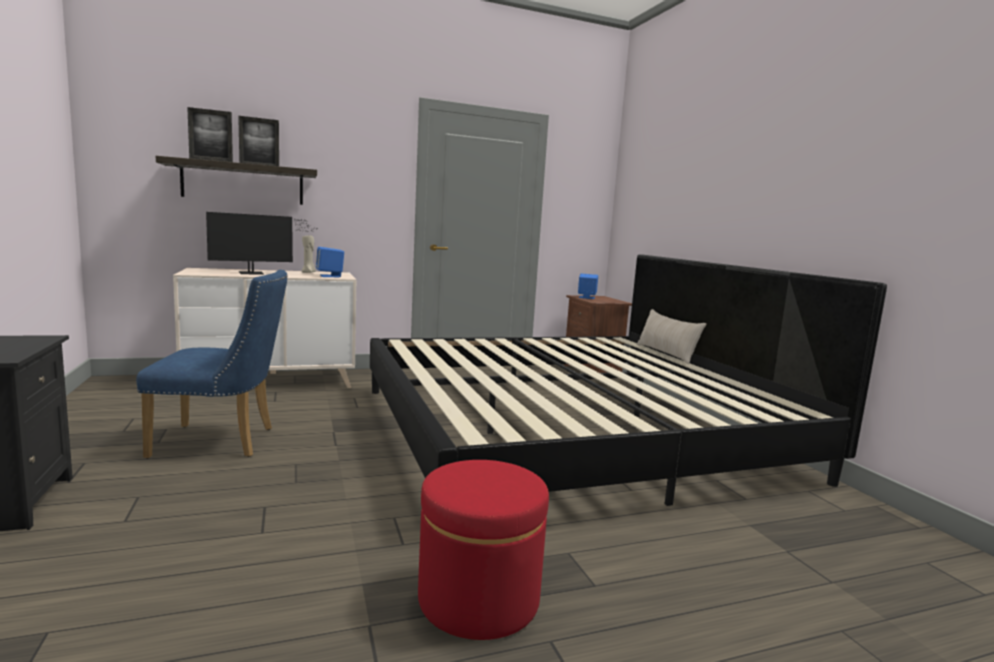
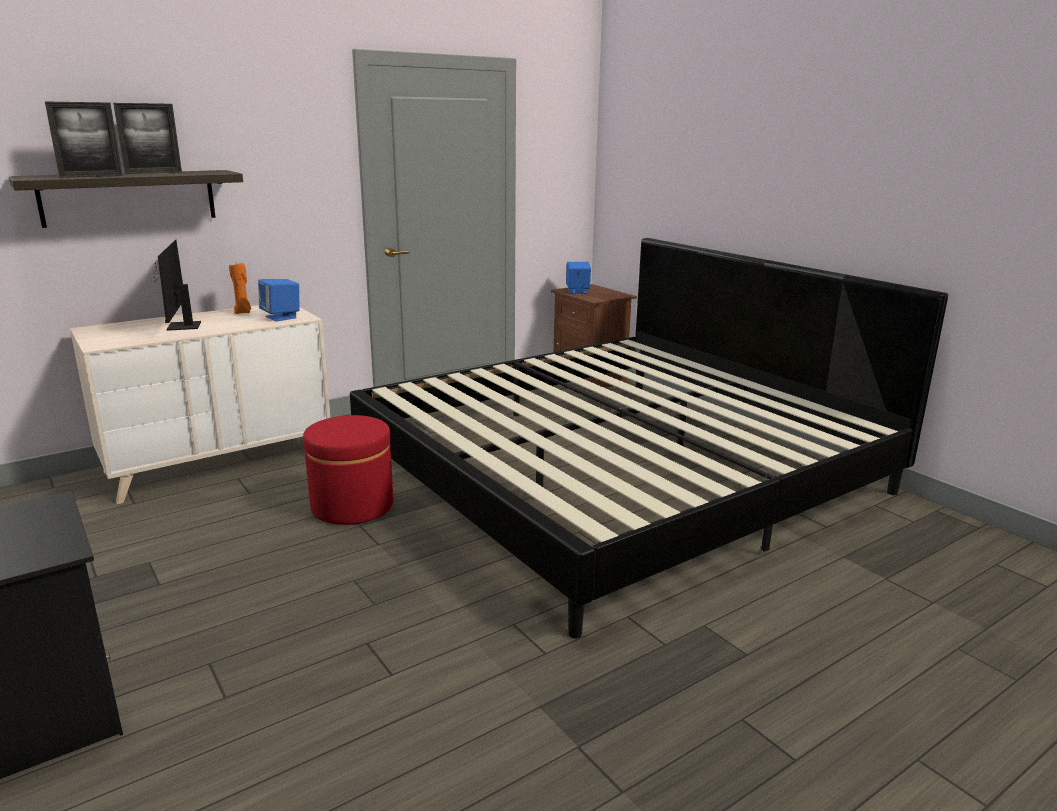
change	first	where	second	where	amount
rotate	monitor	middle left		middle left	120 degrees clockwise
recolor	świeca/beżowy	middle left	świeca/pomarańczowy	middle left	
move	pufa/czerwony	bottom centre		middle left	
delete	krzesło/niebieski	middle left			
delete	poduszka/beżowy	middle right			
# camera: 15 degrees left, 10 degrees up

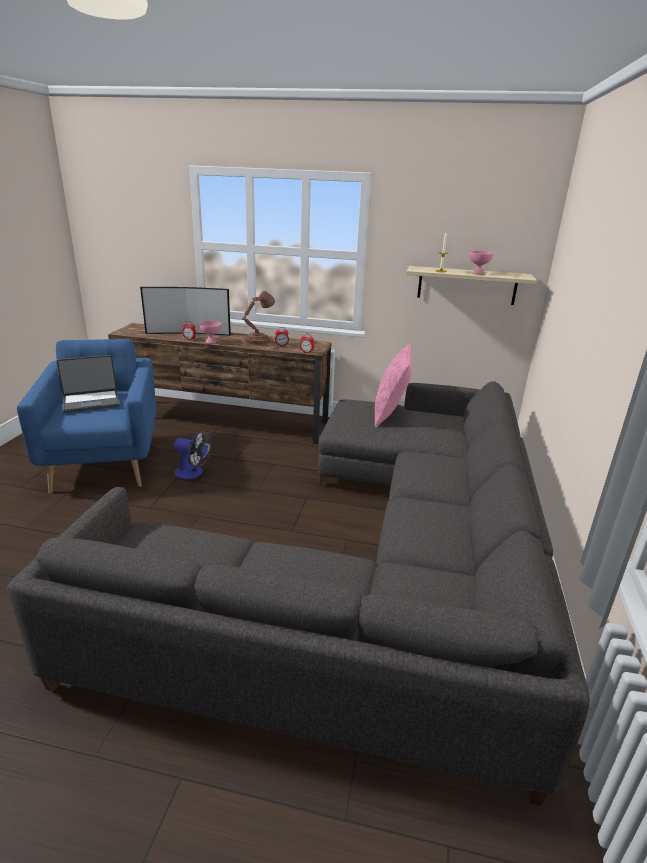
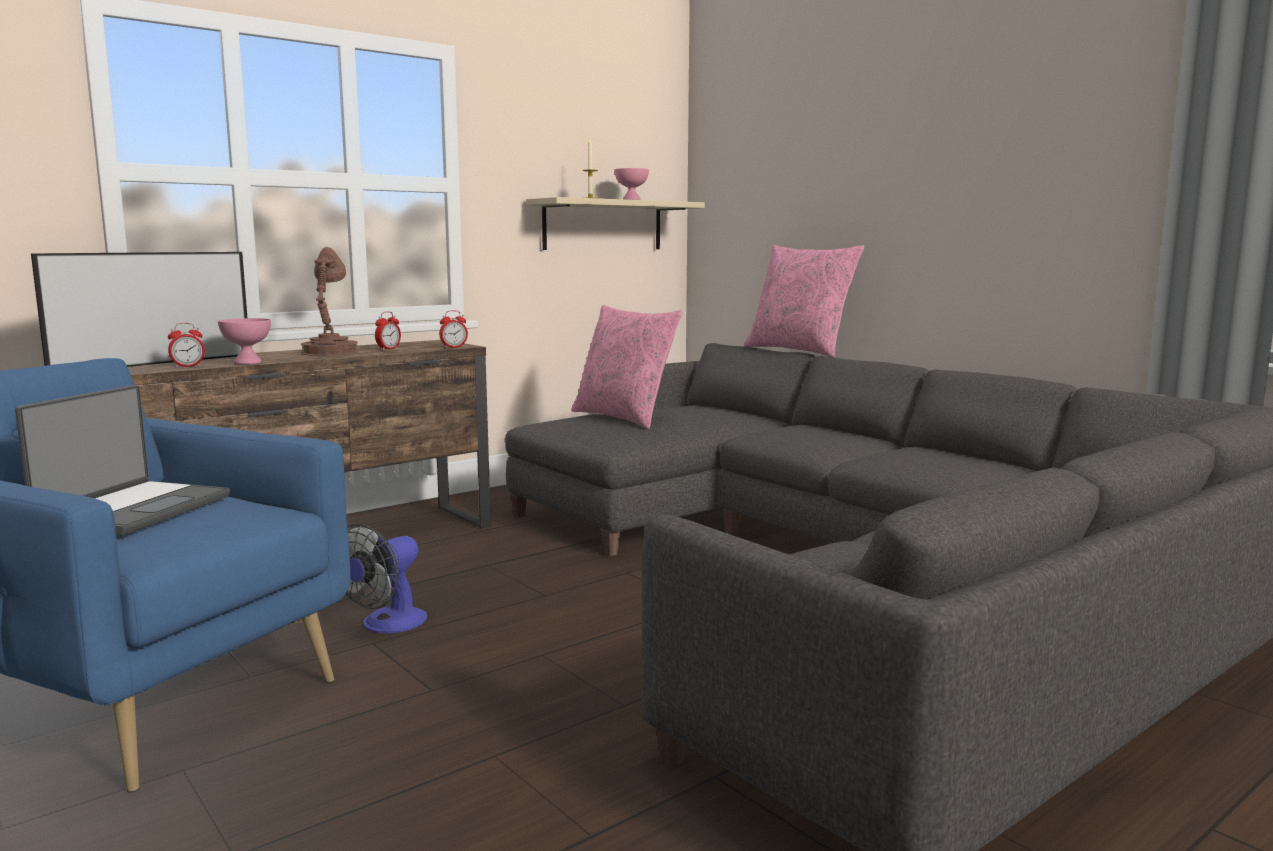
change	first	where	second	where	amount
rotate	wentylator	middle left		bottom left	150 degrees clockwise
insert			poduszka/różowy (2nd from left)	centre	
# camera: 50 degrees left, 15 degrees down

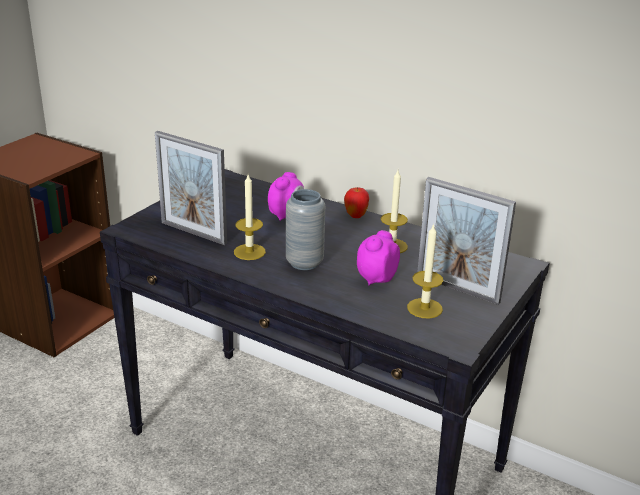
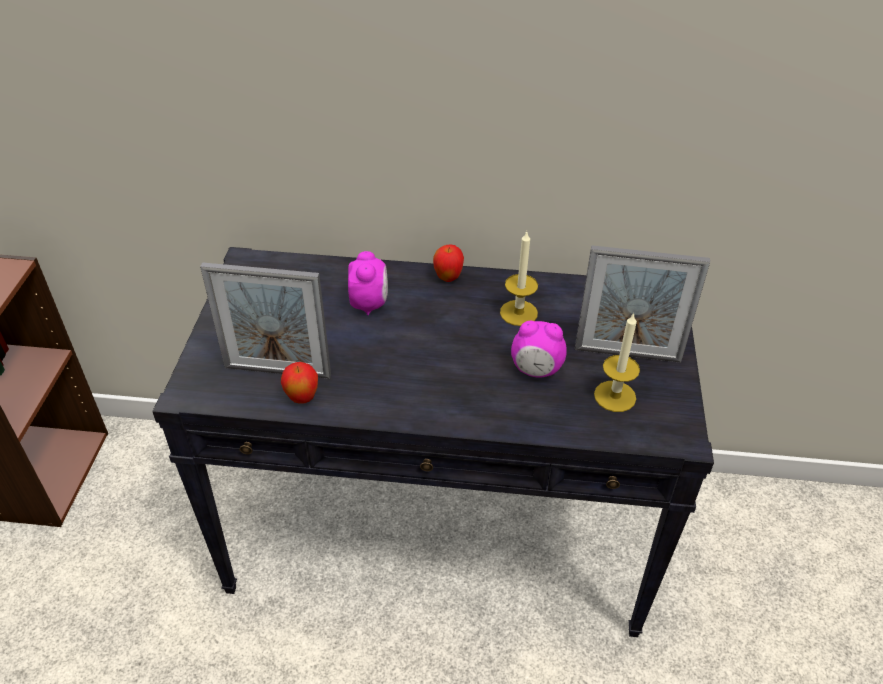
change	first	where	second	where	amount
insert			jabłko (1st from left)	centre	
rotate	budzik (2nd from left)	centre		centre	90 degrees counterclockwise
delete	świeca (1st from left)	centre			
delete	wazon/szary	centre			
# camera: 25 degrees left, 15 degrees up

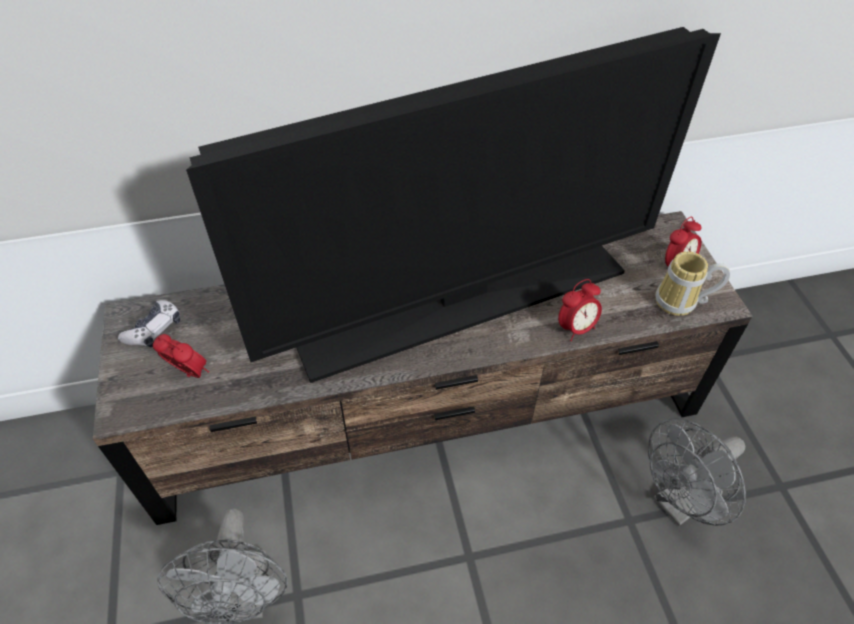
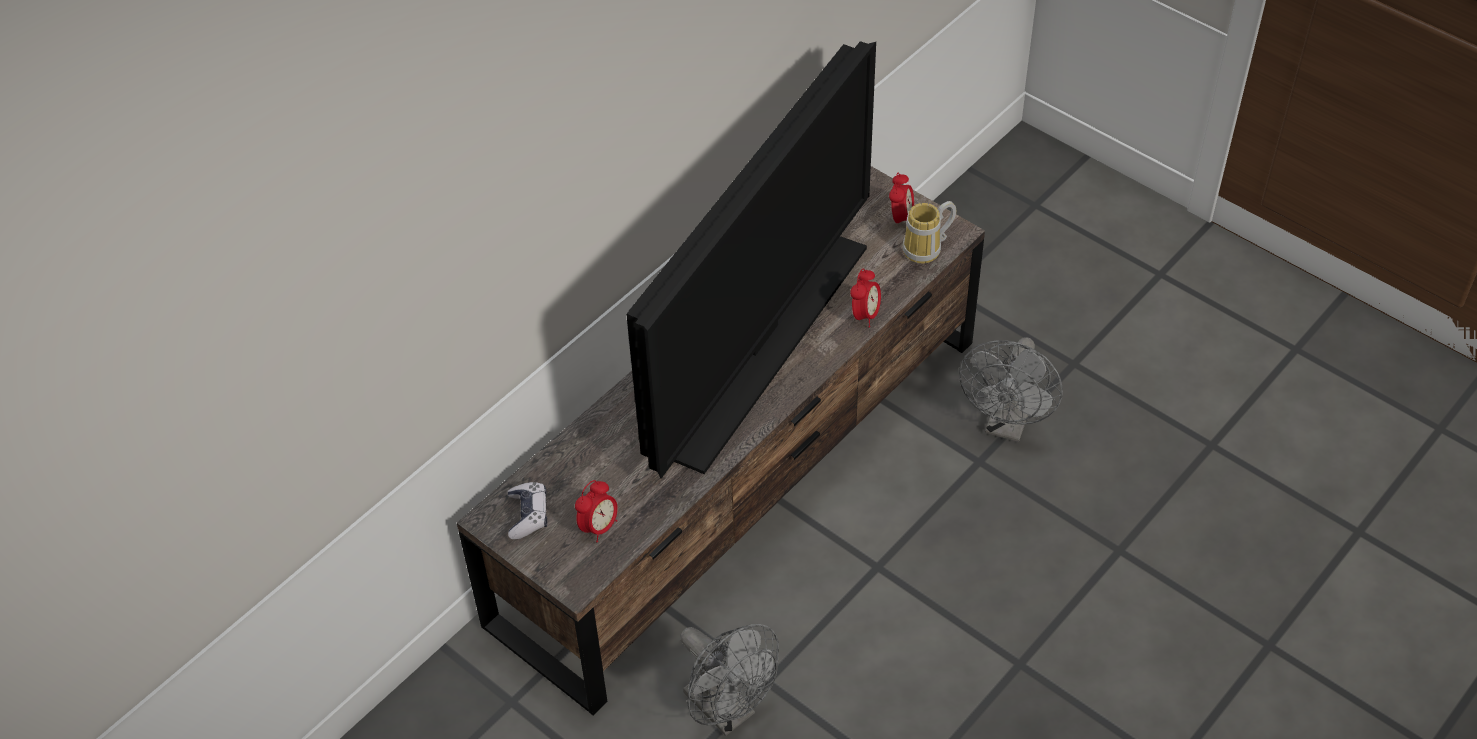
change	first	where	second	where	amount
rotate	budzik (1st from left)	middle left		bottom centre	135 degrees clockwise
# camera: 35 degrees left, 0 degrees up

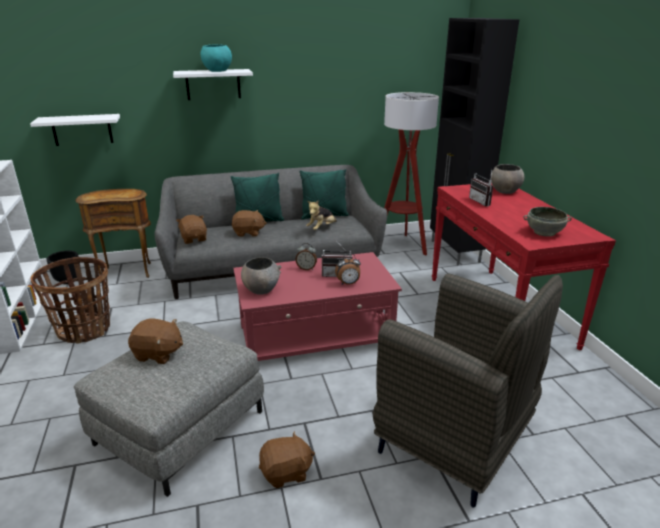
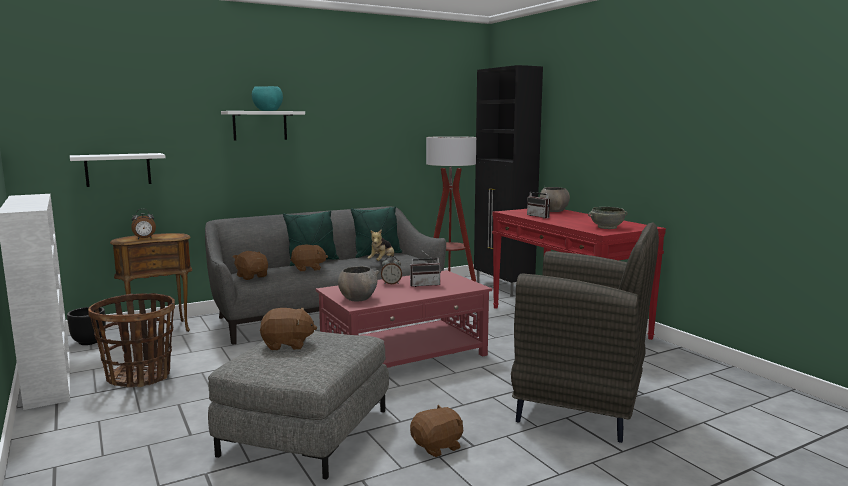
change	first	where	second	where	amount
move	budzik (2nd from left in the first image)	centre	budzik (1st from left)	middle left	
# camera: 15 degrees left, 15 degrees down

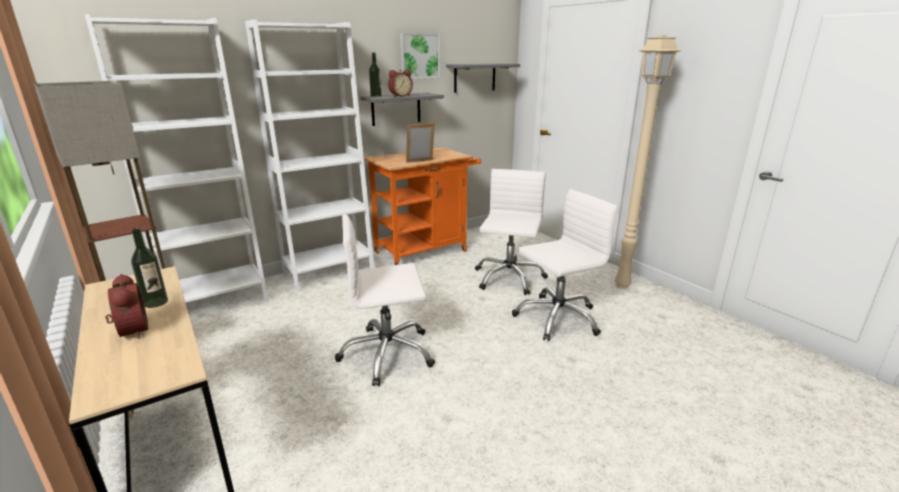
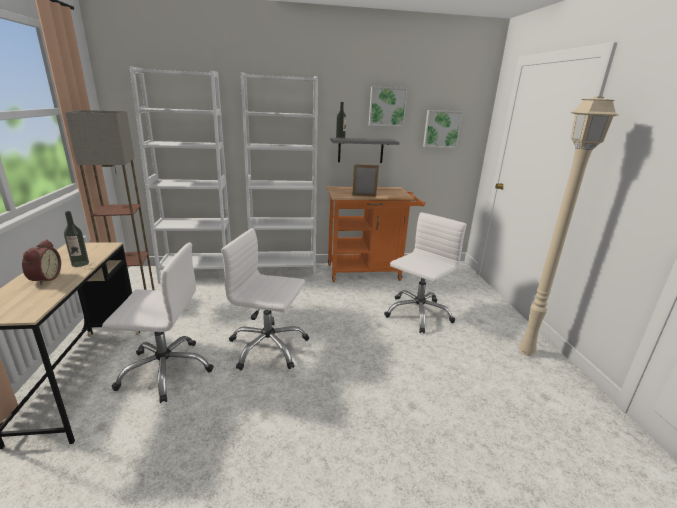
change	first	where	second	where	amount
move	krzesło biurowe/biały (3rd from left in the first image)	centre	krzesło biurowe/biały (1st from left)	middle left	
replace	półka/szary (2nd from left)	top centre	obraz (2nd from left)	top centre	
delete	budzik (2nd from left)	top centre			
# camera: 25 degrees right, 0 degrees up

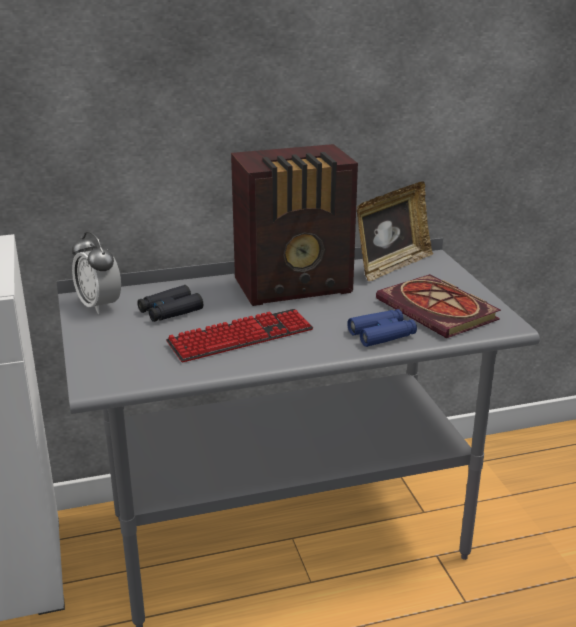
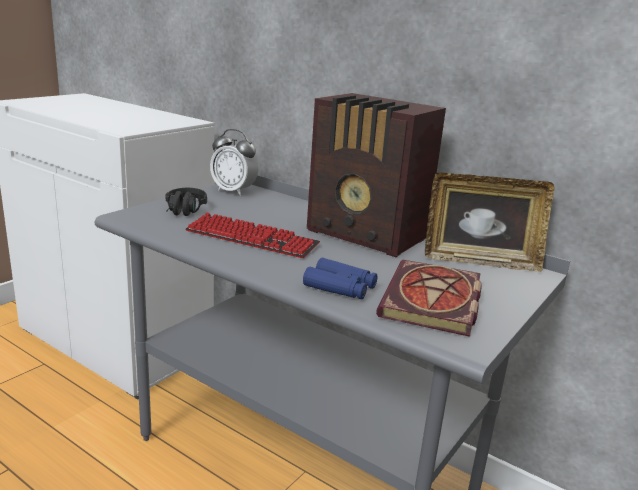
change	first	where	second	where	amount
insert			słuchawki/czarny	middle left	
rotate	budzik	middle left		top centre	75 degrees counterclockwise
delete	lornetka/czarny	middle left			
# camera: 50 degrees right, 5 degrees down

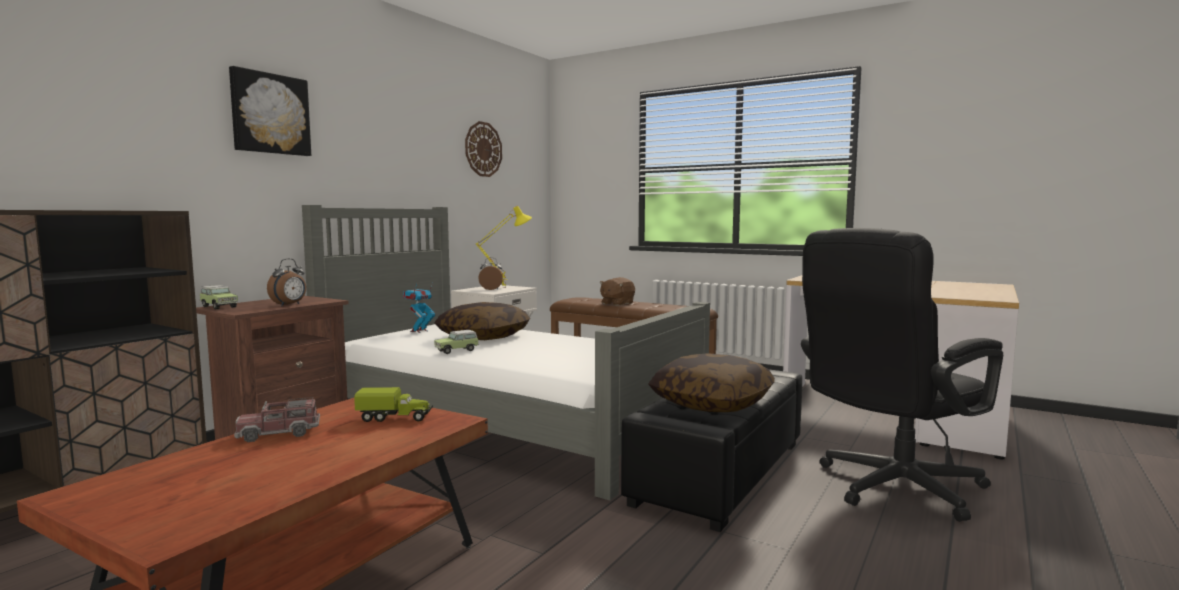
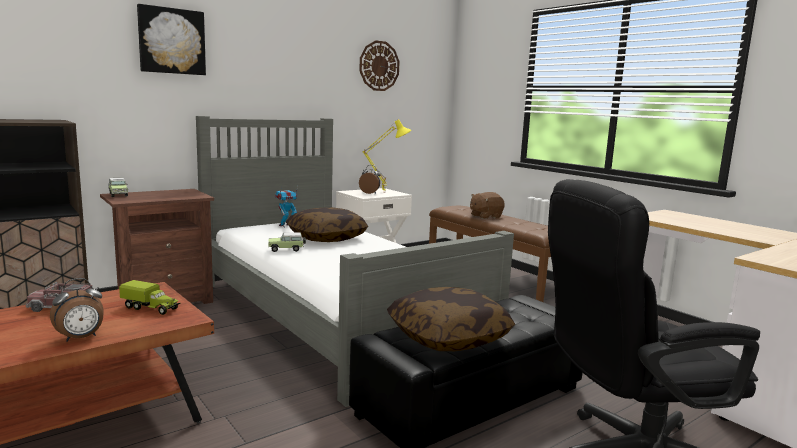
change	first	where	second	where	amount
move	budzik (1st from left)	middle left		bottom left	
# camera: 20 degrees right, 5 degrees up

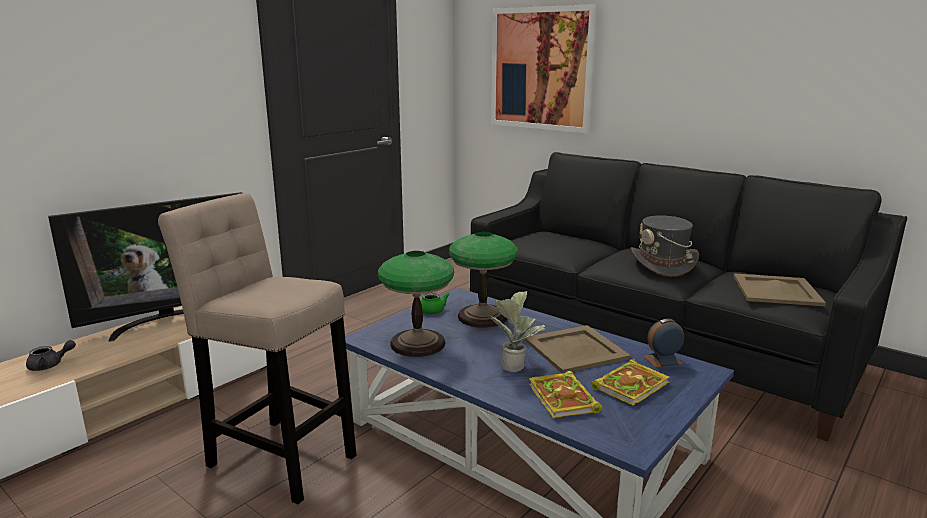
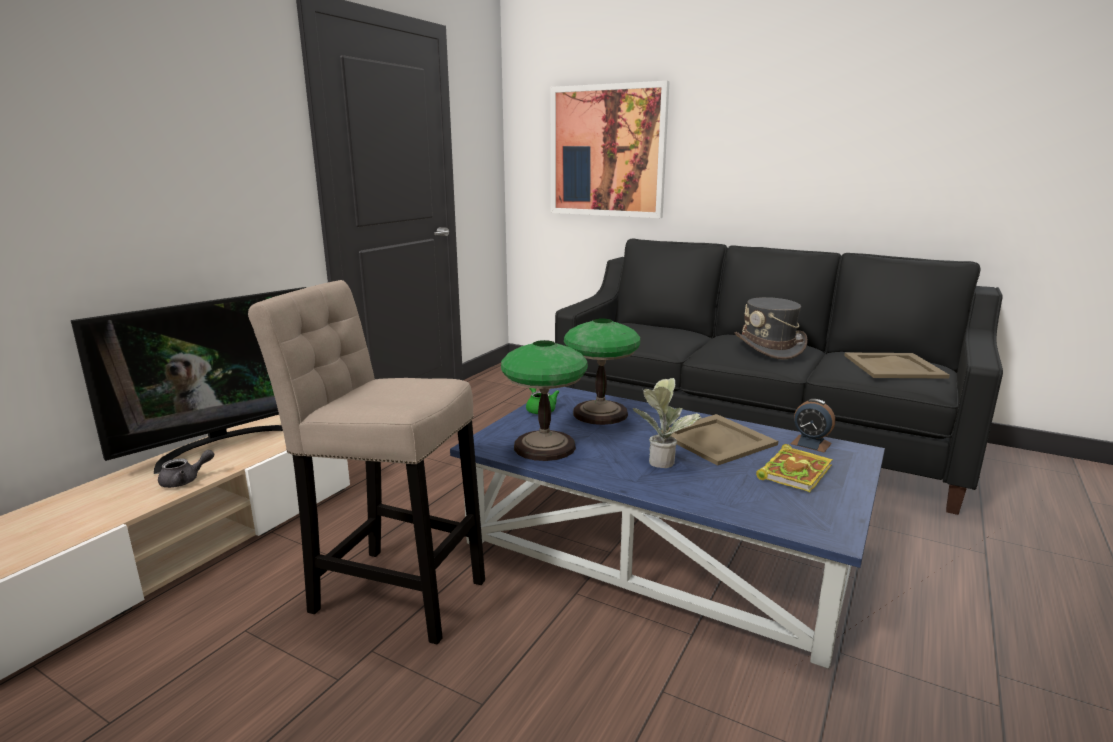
change	first	where	second	where	amount
move	imbryk/szary	bottom left		middle left	
rotate	budzik	middle right		middle right	120 degrees counterclockwise
delete	książka (1st from left)	bottom centre			
# camera: 10 degrees left, 0 degrees up

